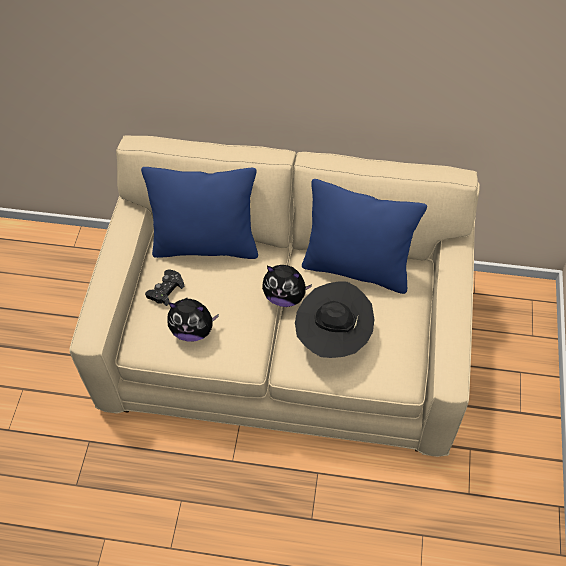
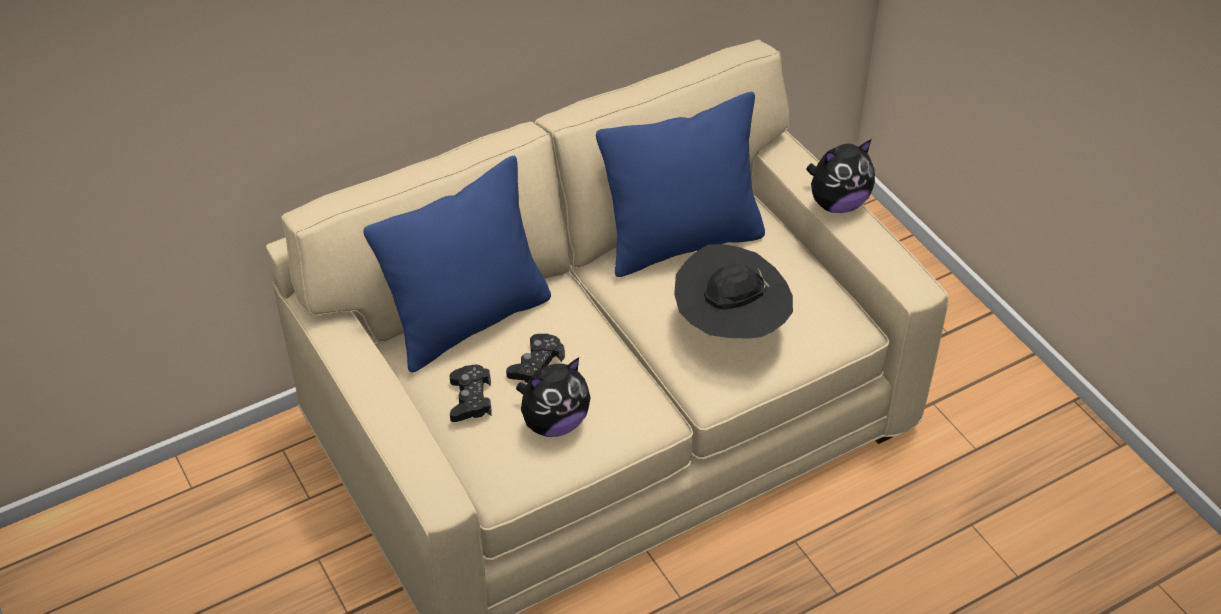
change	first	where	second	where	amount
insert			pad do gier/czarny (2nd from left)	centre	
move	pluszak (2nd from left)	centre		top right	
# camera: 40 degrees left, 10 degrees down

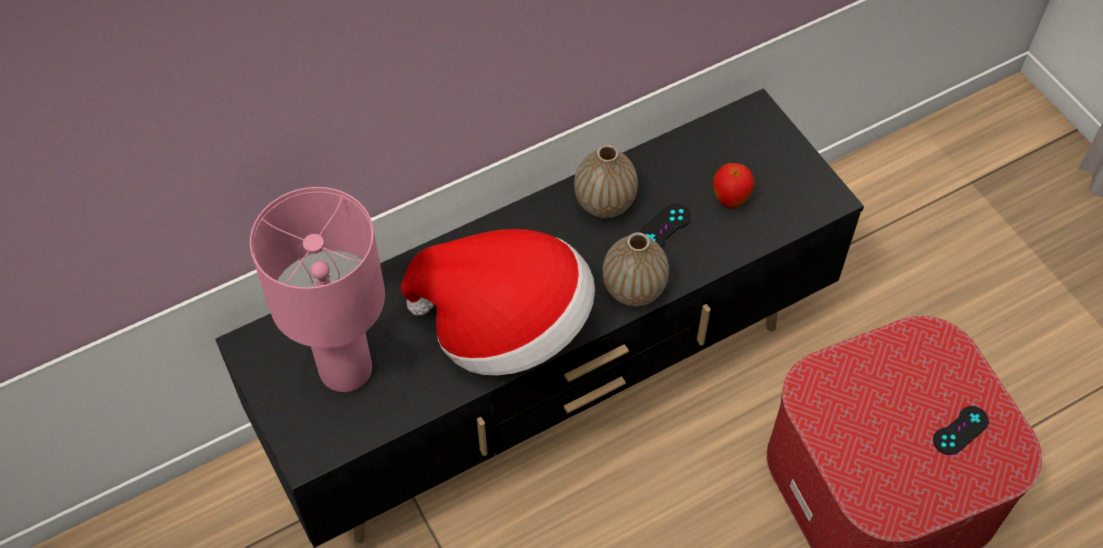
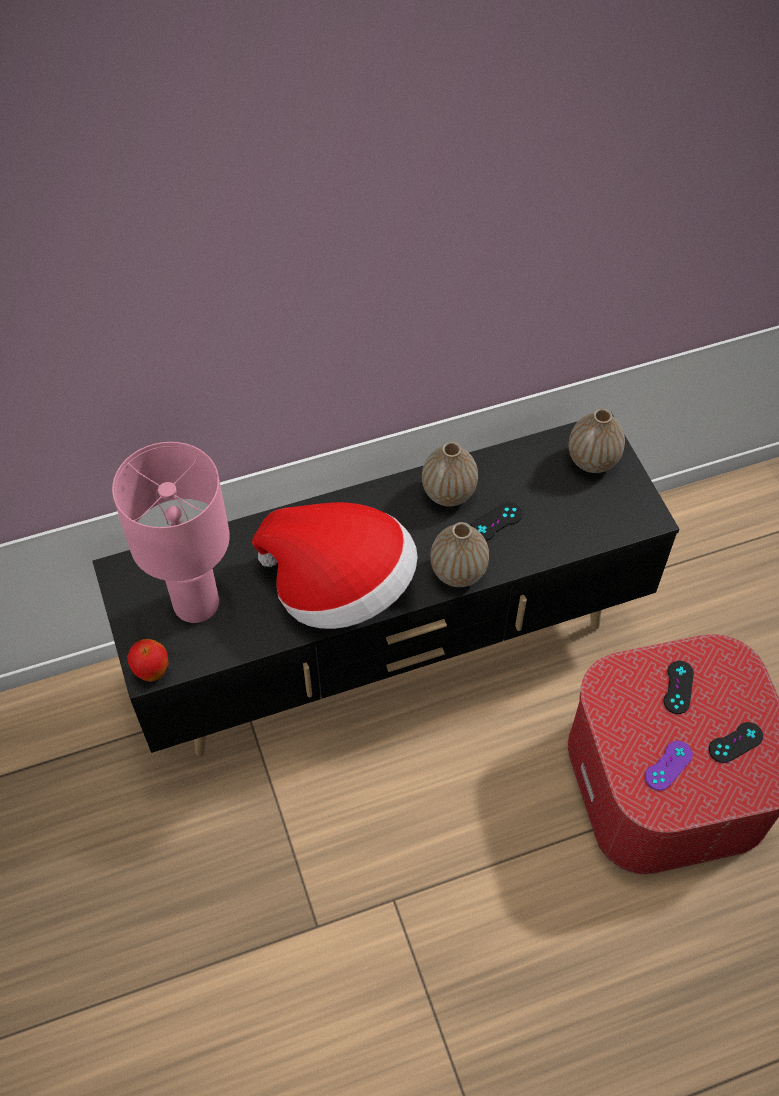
change	first	where	second	where	amount
move	jabłko	centre		middle left	
insert			wazon (3rd from left)	middle right	
insert			pad do gier/fioletowy	bottom right	
insert			pad do gier/czarny (2nd from left)	middle right	
# camera: 10 degrees right, 0 degrees up

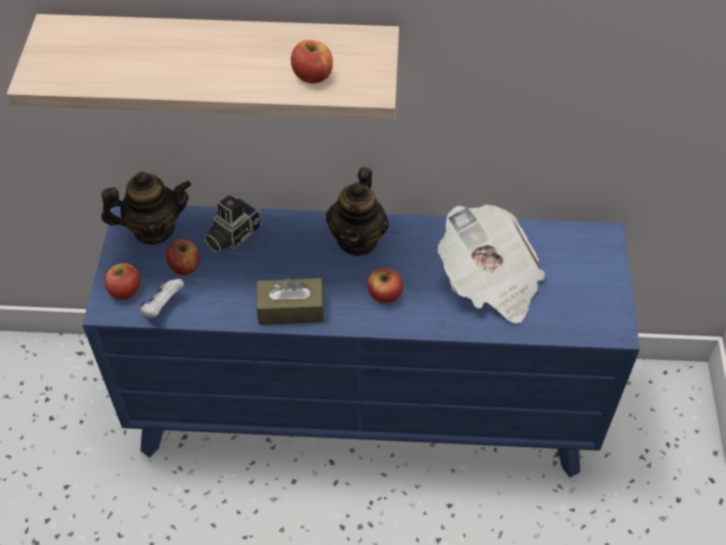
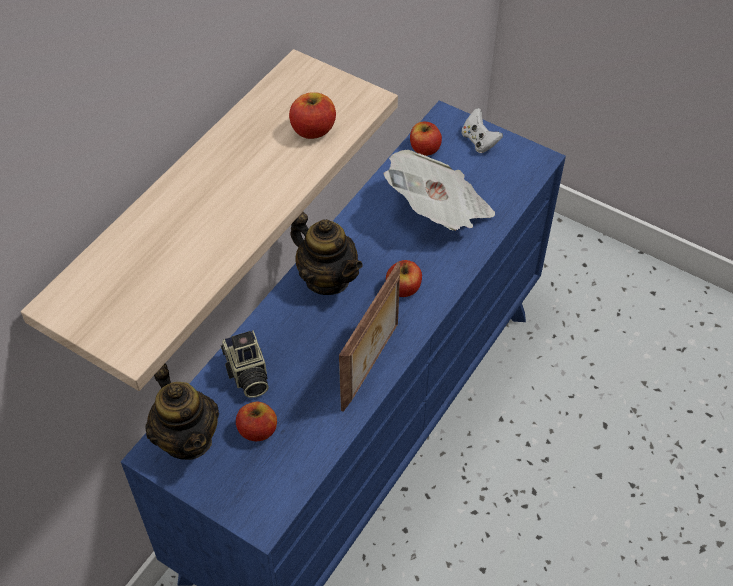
change	first	where	second	where	amount
rotate	imbryk (1st from left)	middle left		bottom left	135 degrees clockwise
replace	pudełko chusteczek/brązowy	centre	ramka na zdjęcie	centre	
move	jabłko (1st from left in the first image)	middle left	jabłko (4th from left)	top centre	
move	pad do gier/biały	middle left		top centre	
# camera: 60 degrees left, 0 degrees up

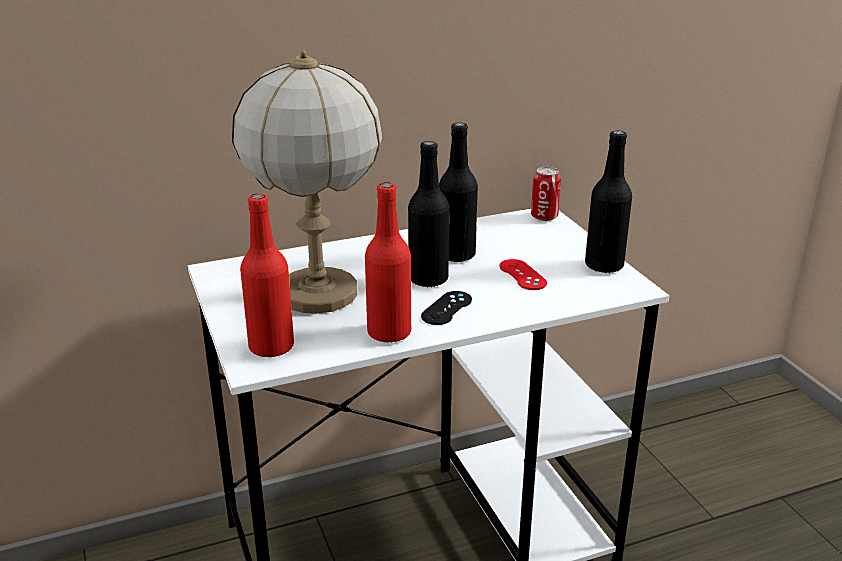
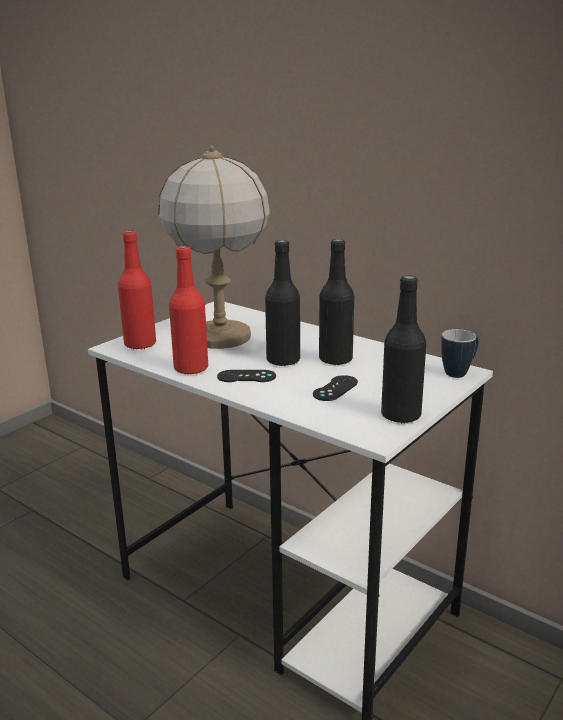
change	first	where	second	where	amount
recolor	pad do gier/czerwony	centre	pad do gier/czarny (2nd from left)	centre	
replace	puszka	centre	kubek	middle right	
# camera: 60 degrees right, 5 degrees down

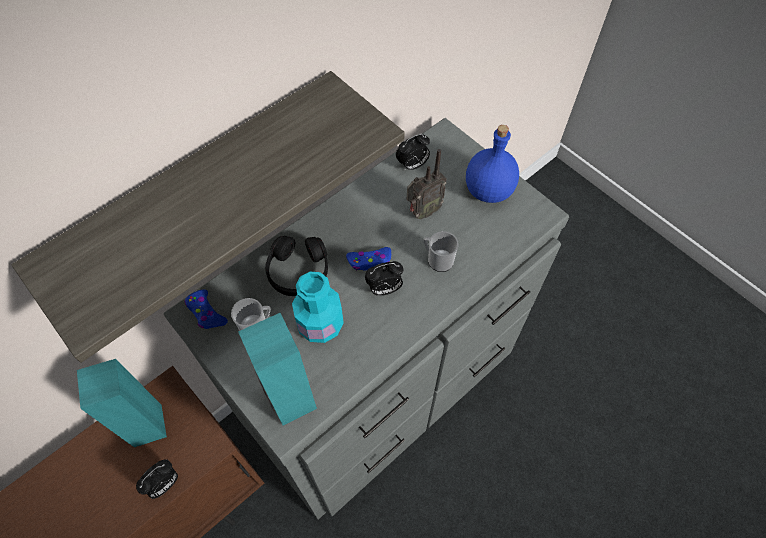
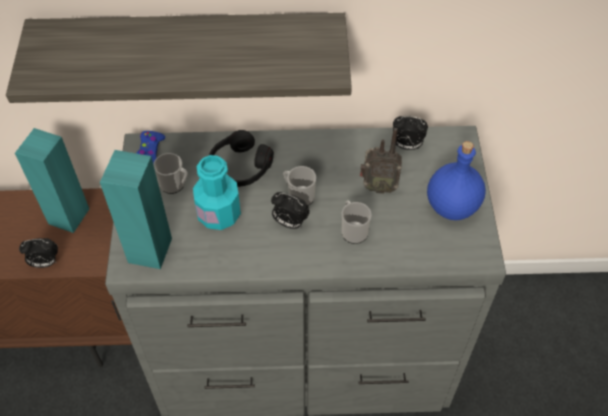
change	first	where	second	where	amount
replace	pad do gier/niebieski (2nd from left)	centre	kubek (2nd from left)	centre	
# camera: 40 degrees right, 5 degrees down

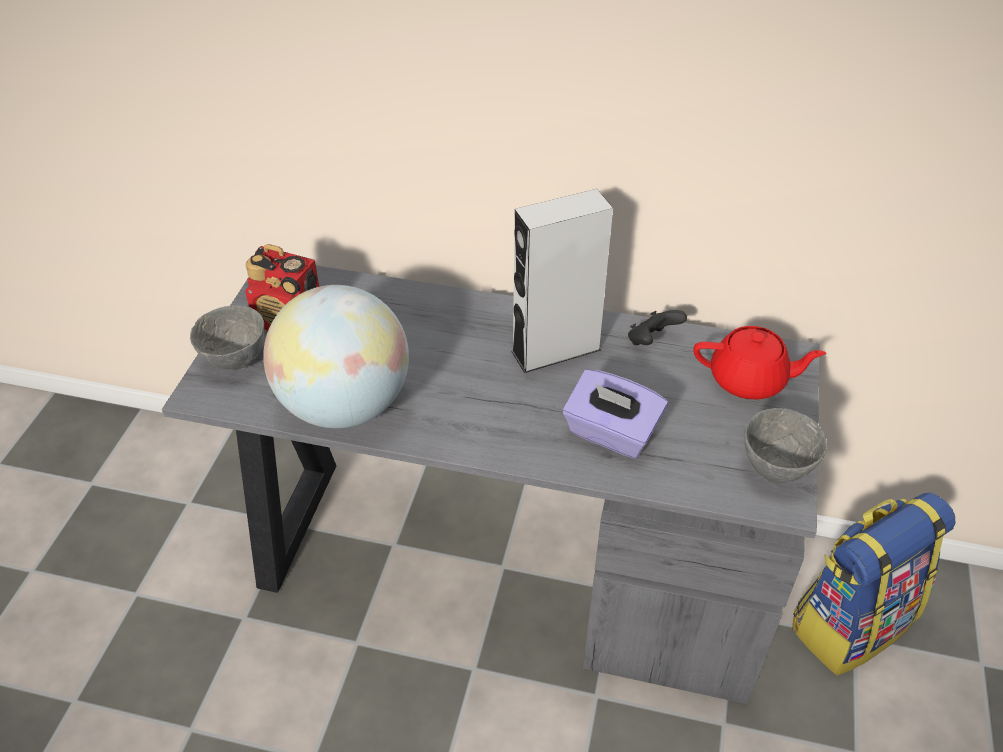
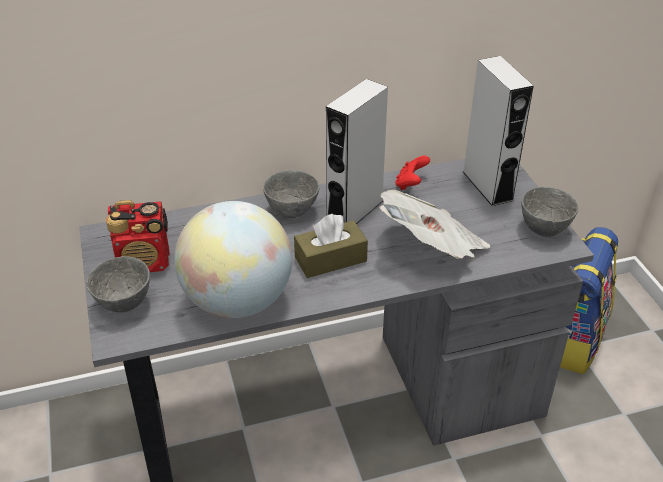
change	first	where	second	where	amount
insert			miska/szary (2nd from left)	centre	
insert			pudełko chusteczek/brązowy	centre	
replace	pudełko chusteczek/fioletowy	centre	gazeta	centre	
recolor	pad do gier/czarny	centre	pad do gier/czerwony	centre	
replace	imbryk/czerwony	middle right	głośnik/szary (2nd from left)	top right	
# camera: 30 degrees left, 5 degrees down

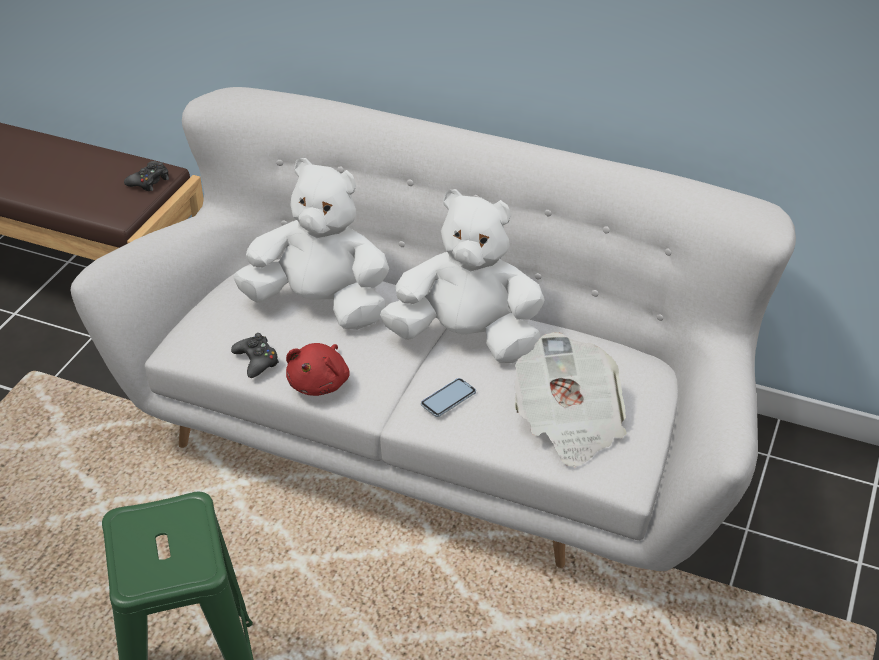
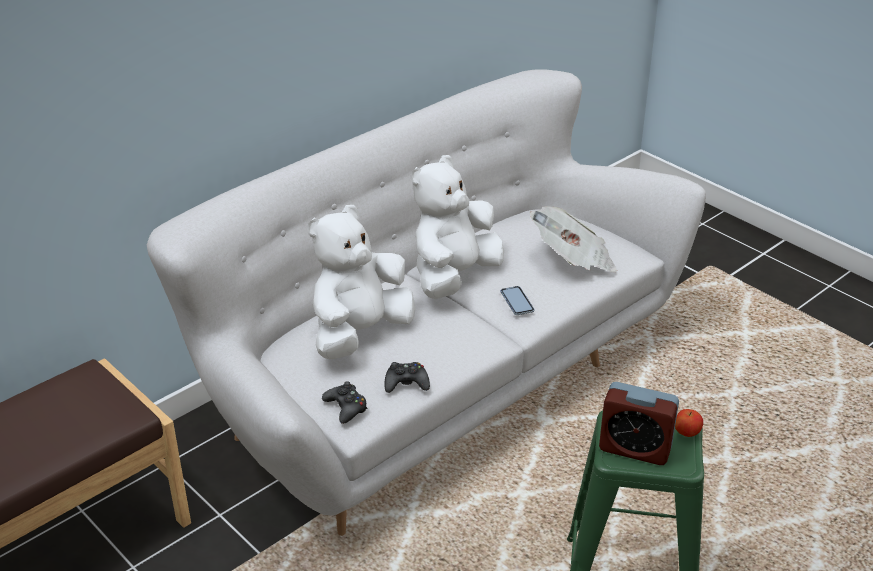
change	first	where	second	where	amount
move	pad do gier/czarny (1st from left)	top left		bottom centre	
insert			budzik	bottom right	
insert			jabłko	bottom right	
delete	pluszak/czerwony	centre			
# camera: 65 degrees left, 5 degrees down

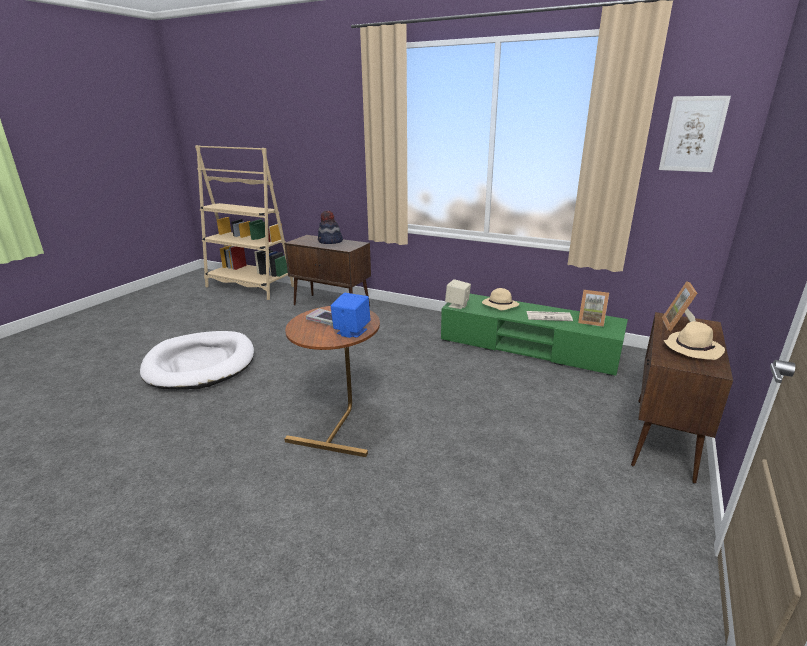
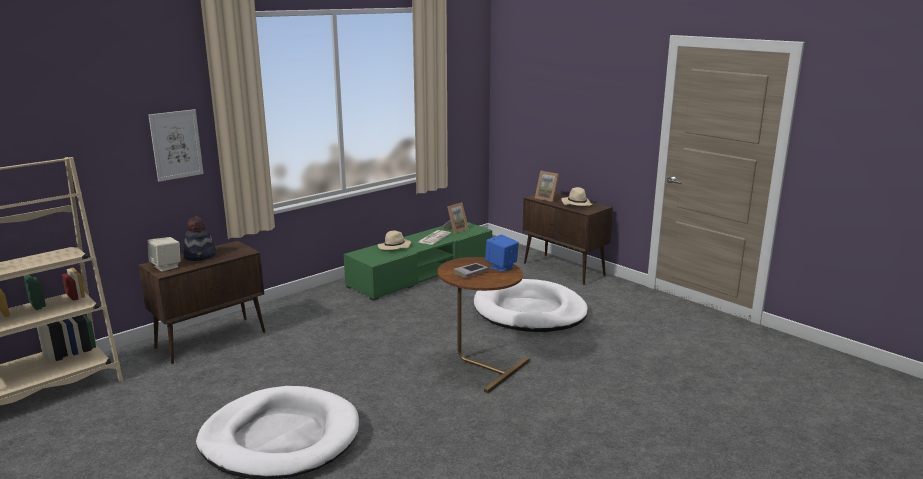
change	first	where	second	where	amount
move	obraz	top right		top left	
move	głośnik/beżowy	centre		middle left	
insert			legowisko/biały (2nd from left)	centre	
# camera: 70 degrees left, 5 degrees down

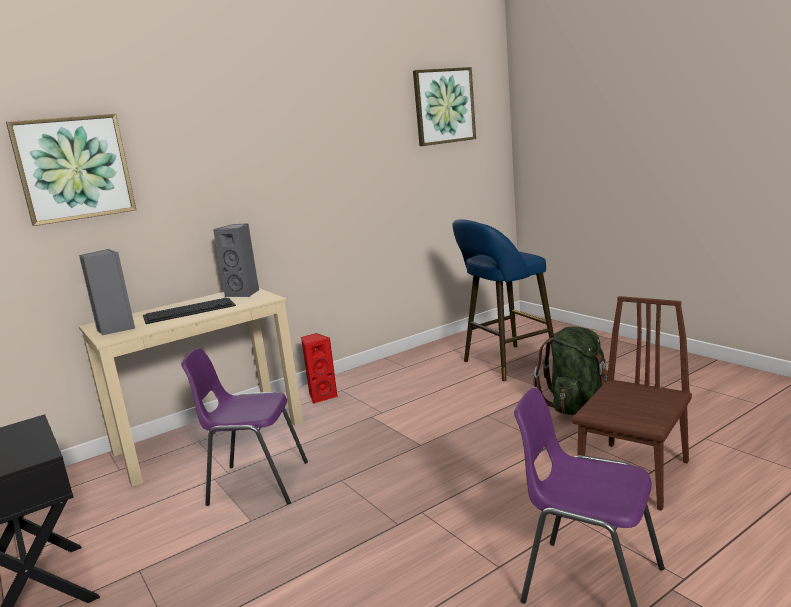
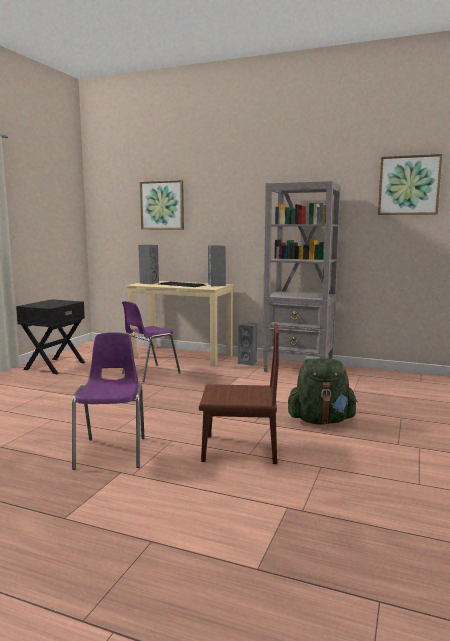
change	first	where	second	where	amount
rotate	krzesło/fioletowy (1st from left in the first image)	bottom left	krzesło/fioletowy (2nd from left)	centre	105 degrees counterclockwise
recolor	głośnik/czerwony	centre	głośnik/szary (3rd from left)	centre	
insert			regał/szary	middle right	
delete	stołek/niebieski	centre			
# camera: 55 degrees right, 5 degrees down

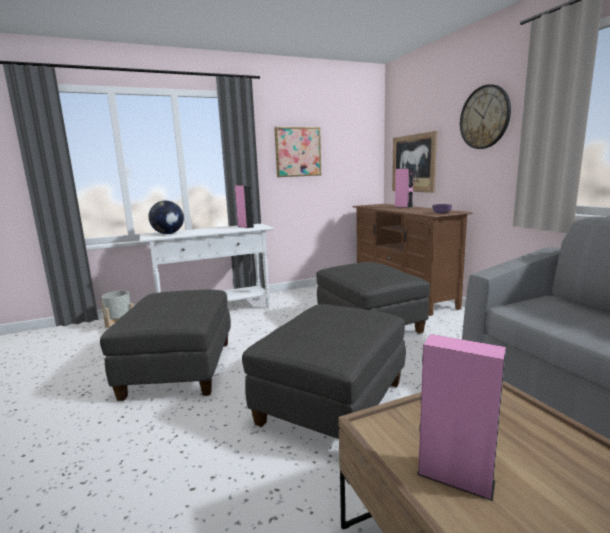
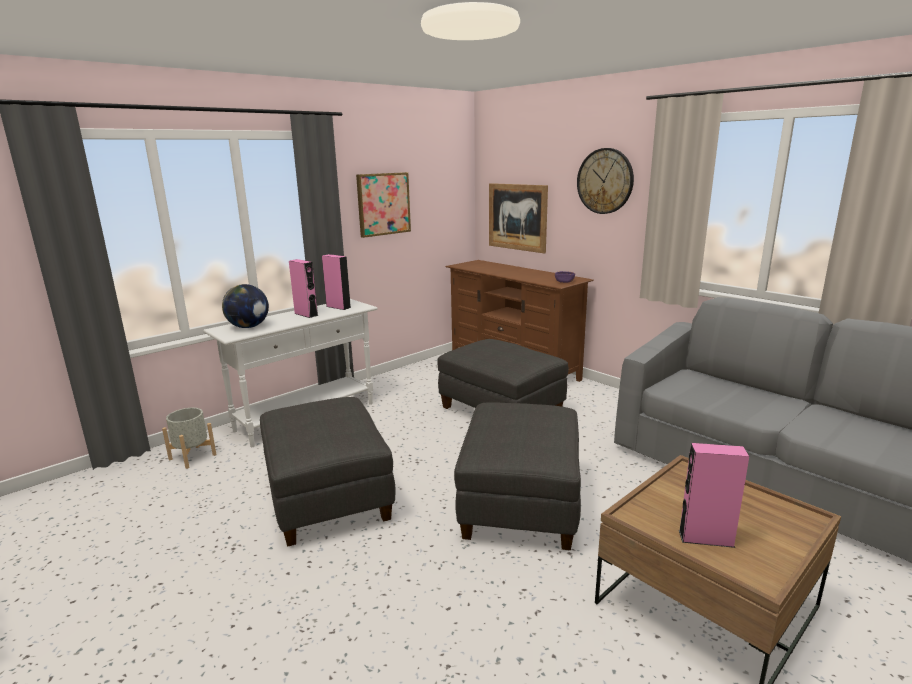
change	first	where	second	where	amount
move	głośnik/różowy (2nd from left in the first image)	centre	głośnik/różowy (1st from left)	middle left	
# camera: 20 degrees left, 5 degrees up

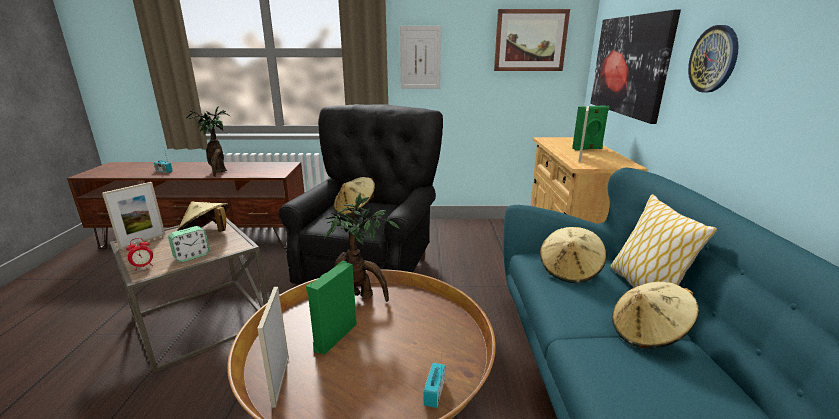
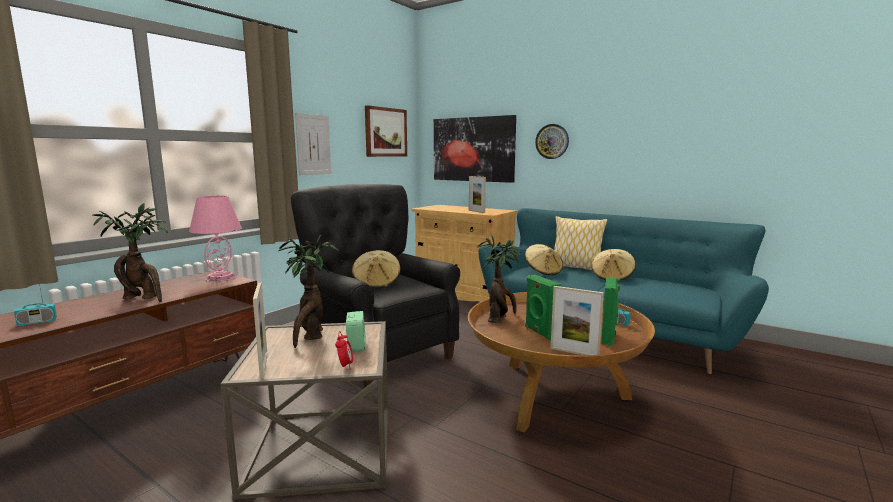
change	first	where	second	where	amount
insert			lampa stołowa/różowy	middle left	
replace	kapelusz/beżowy (1st from left)	middle left	roślina doniczkowa (2nd from left)	centre	
move	głośnik/zielony (2nd from left)	top right		middle right	
# camera: 55 degrees left, 10 degrees down

